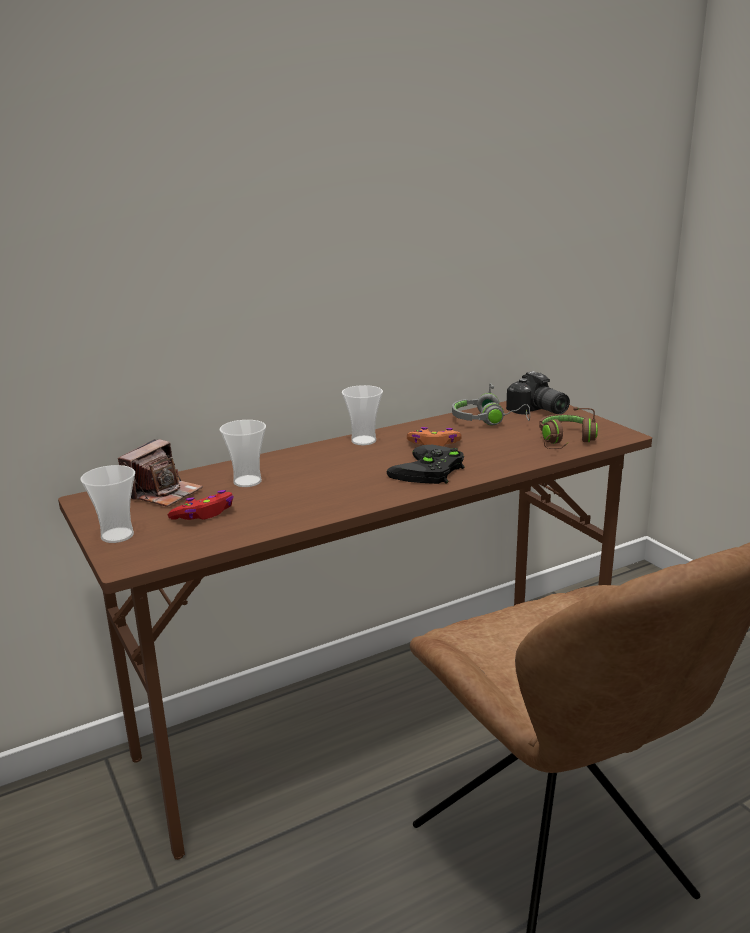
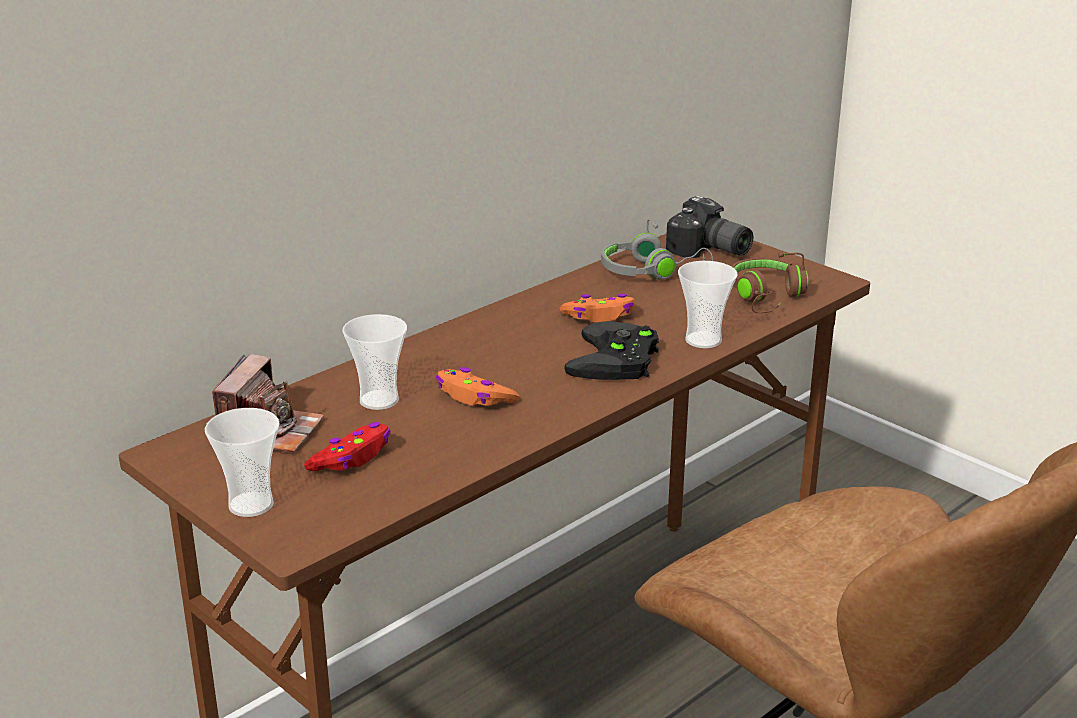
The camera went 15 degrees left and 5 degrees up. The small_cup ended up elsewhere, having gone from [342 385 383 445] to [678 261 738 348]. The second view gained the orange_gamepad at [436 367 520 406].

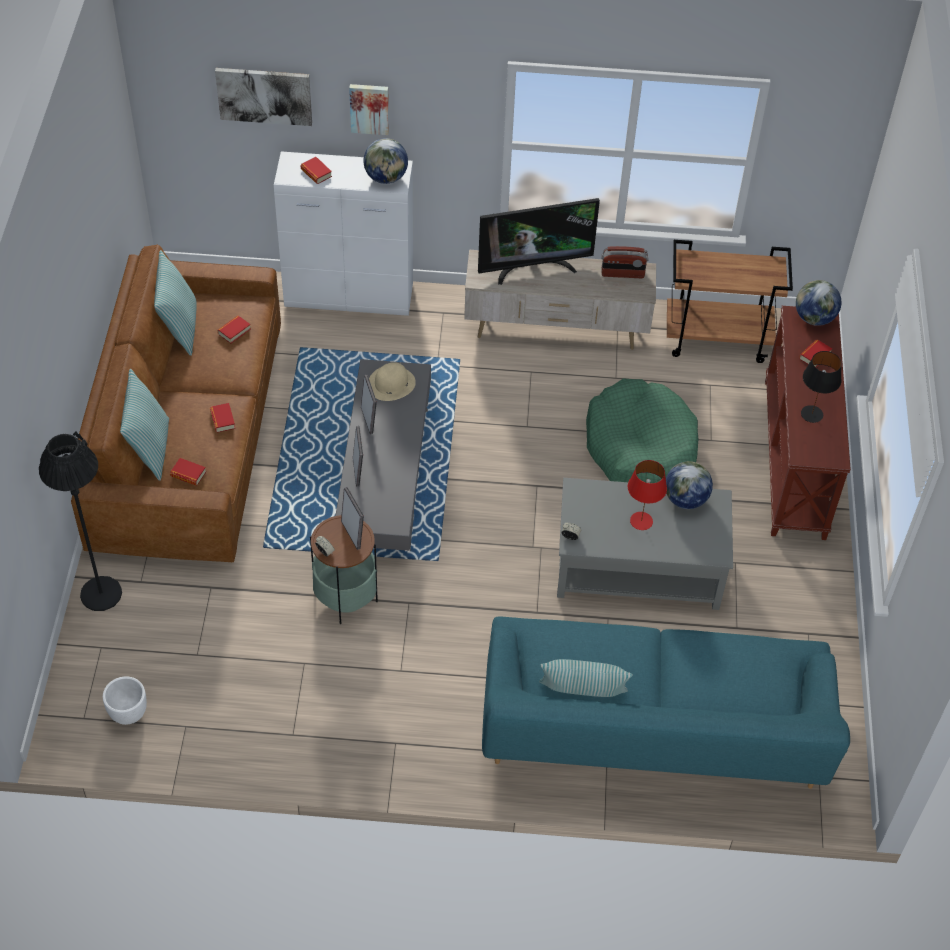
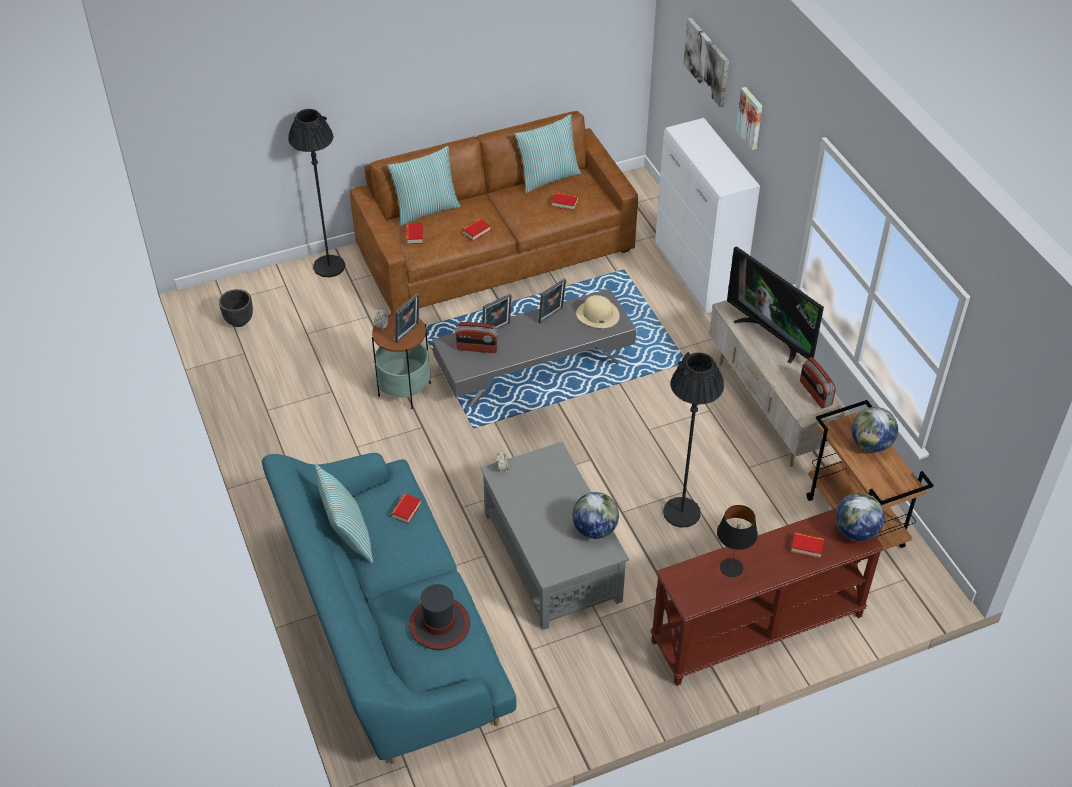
The camera went 65 degrees right and 5 degrees down. What was the white_flower_pot at [103 676 147 725] turned into the black_flower_pot at [219 289 253 327]. The bound_book ended up elsewhere, having gone from [300 157 332 184] to [391 494 421 524]. The desk_globe ended up elsewhere, having gone from [363 138 408 184] to [852 407 898 452]. Where the green-coloured_dog_bed stood at [586 378 698 483], the black_floor_lamp came to stand at [663 352 724 527]. The second view lost the reddish_table_lamp at [628 460 667 530]. The second view gained the clothing_hat at [408 584 470 650]. The second view gained the radio_receiver at [455 322 499 353].

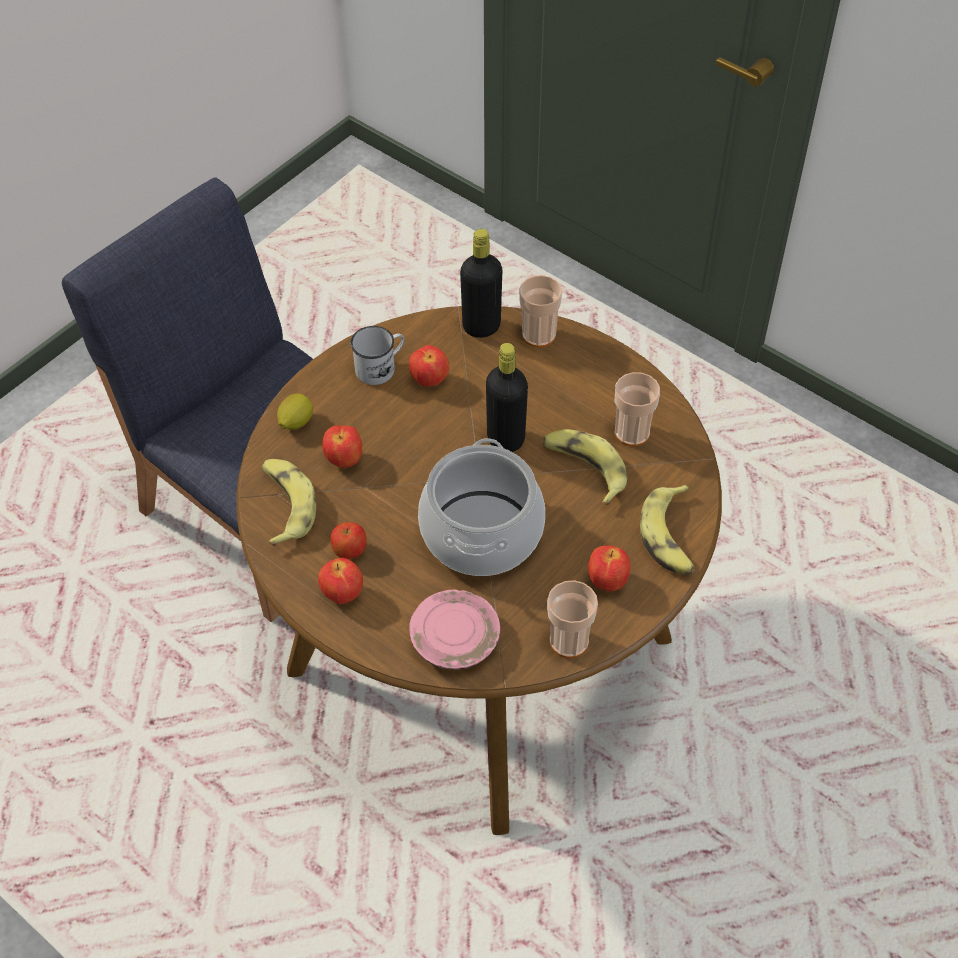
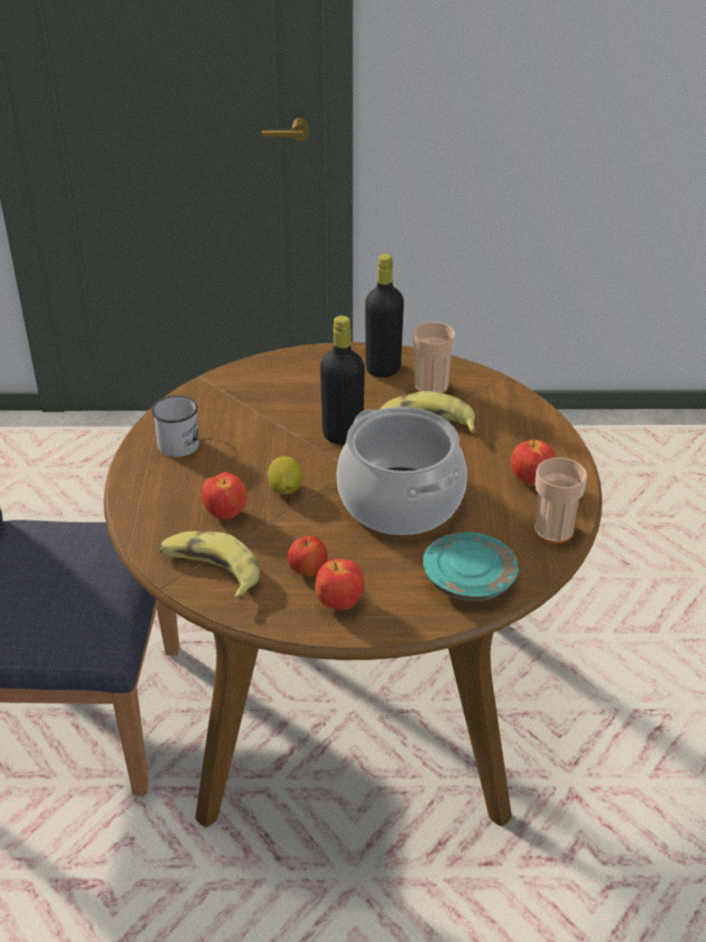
The camera went 40 degrees left and 15 degrees down. The lemon ended up elsewhere, having gone from [277 393 313 430] to [267 456 302 494]. The second view lost the apple_fruit at [409 345 449 387]. What was the pink-coloured_plate at [409 590 500 670] turned into the turquoise_plate at [423 532 519 601]. The black_bottle ended up elsewhere, having gone from [460 229 502 338] to [365 254 404 378]. The second view lost the small_cup at [519 275 562 347]. The second view lost the whole_banana at [640 485 695 575].

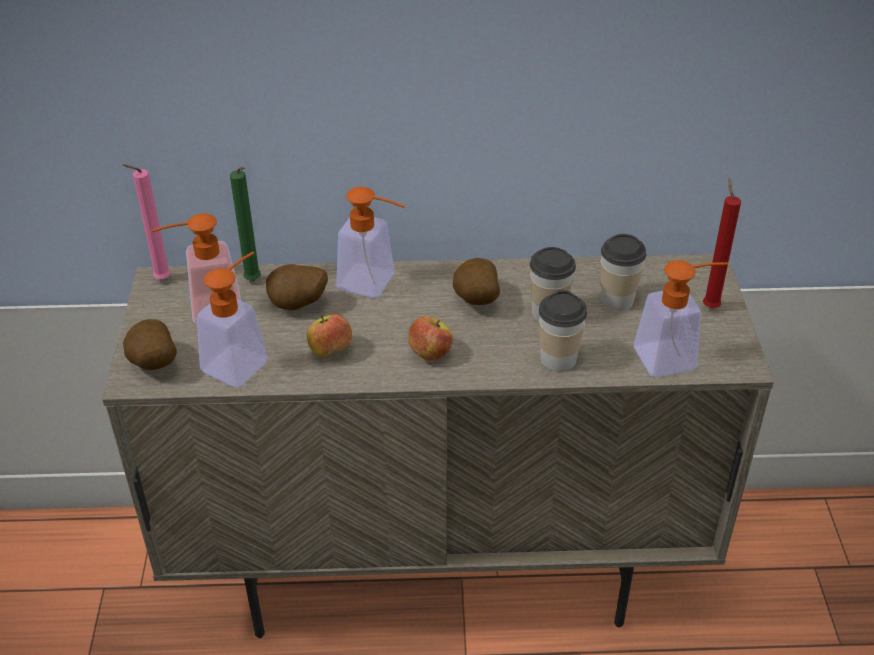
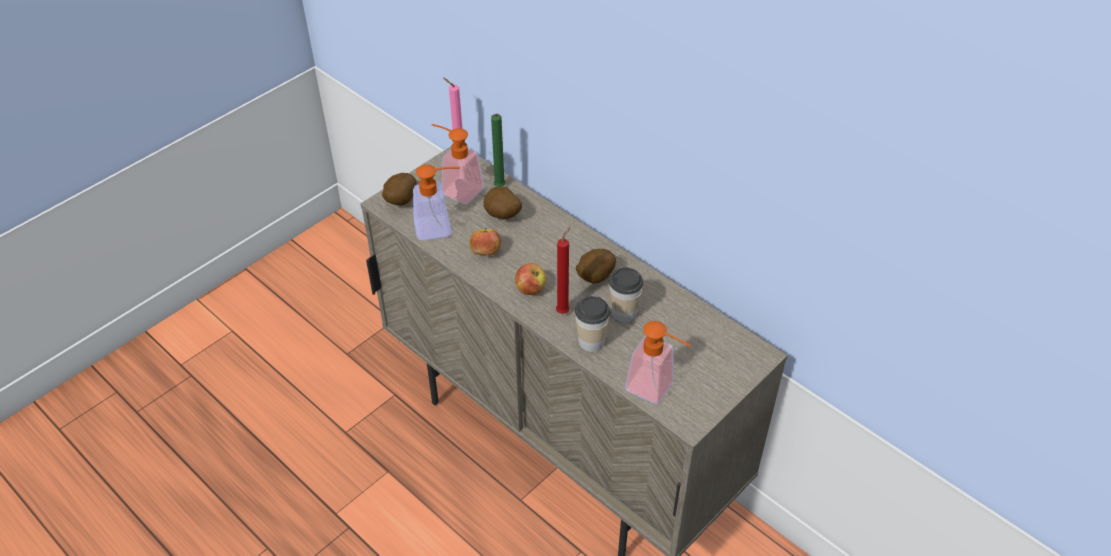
The camera went 45 degrees right and 5 degrees up. The second view lost the liquid_soap_bottle at [336 187 405 298]. The second view lost the small_cup at [601 234 646 311]. The reddish_candle ended up elsewhere, having gone from [703 178 741 308] to [556 227 570 314].

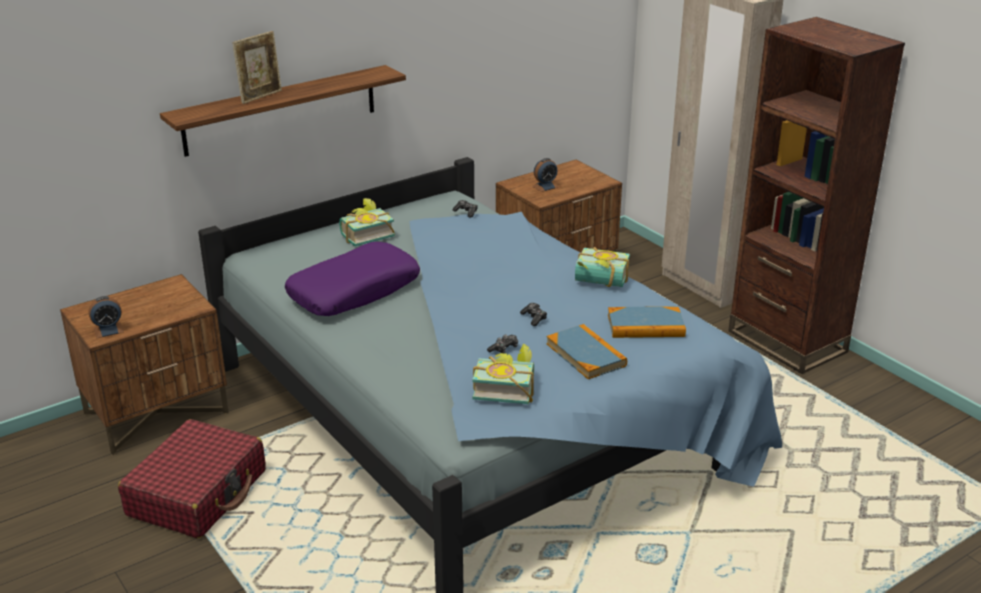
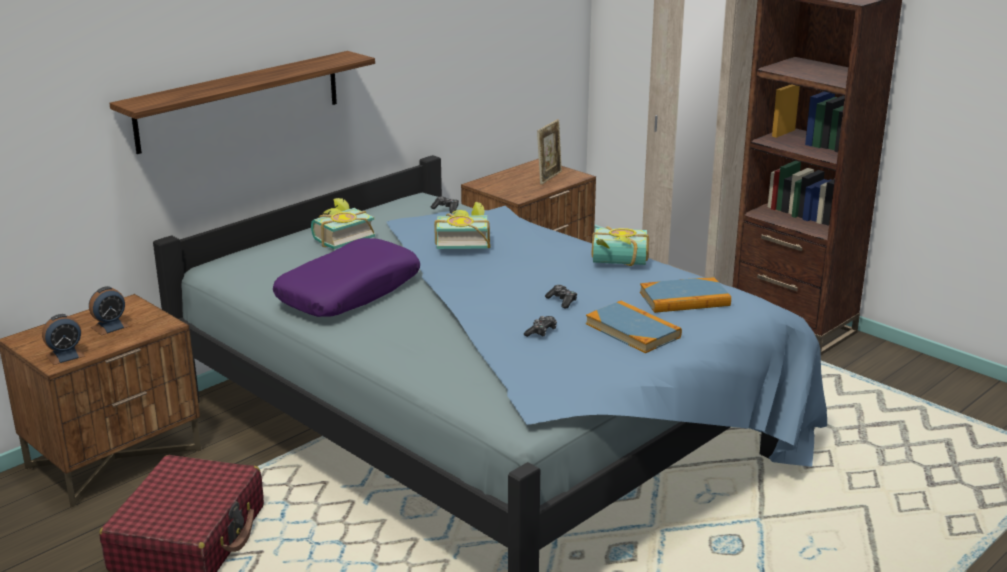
The camera went 10 degrees left and 5 degrees down. The standing_frame ended up elsewhere, having gone from [232 31 282 104] to [537 119 562 185]. The bound_book ended up elsewhere, having gone from [472 344 534 404] to [434 202 491 249]. The table_clock ended up elsewhere, having gone from [532 158 558 192] to [89 286 130 336].

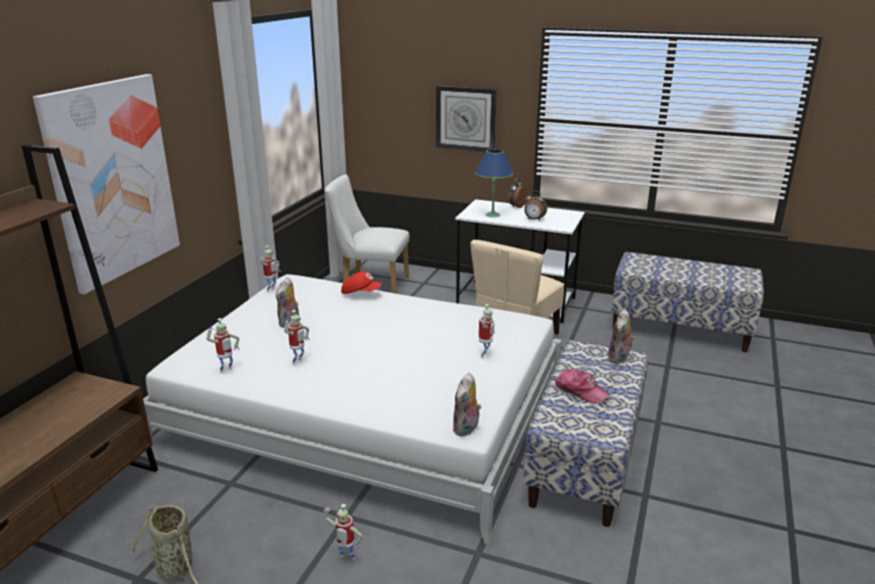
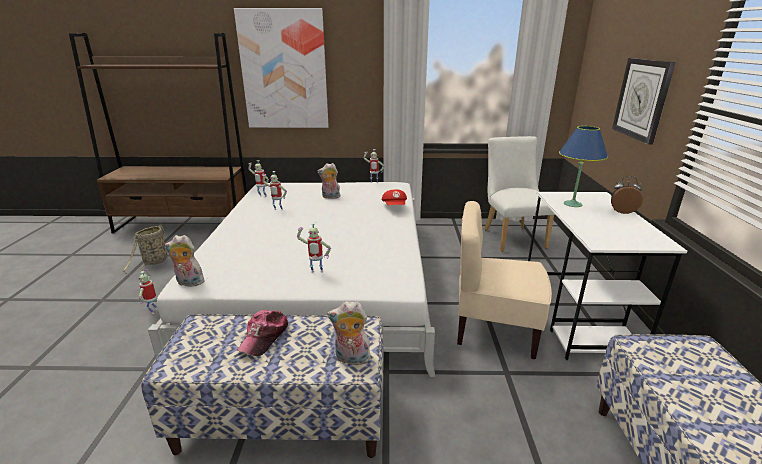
The camera went 70 degrees right and 0 degrees up. The second view lost the table_clock at [524 191 547 221].

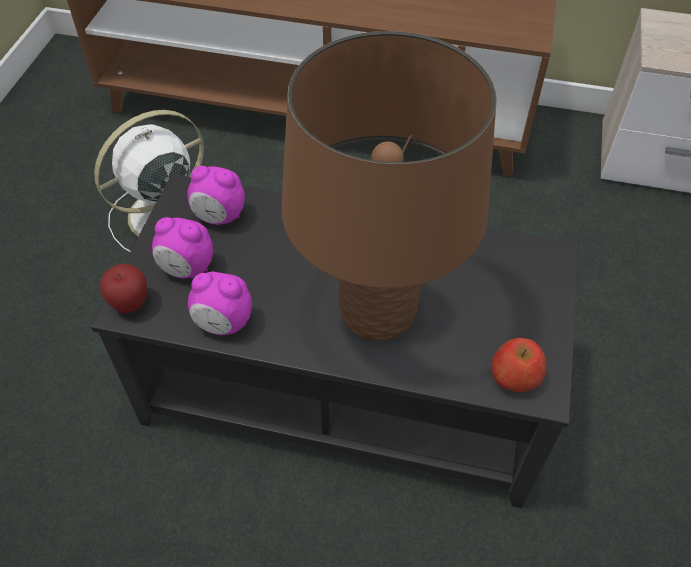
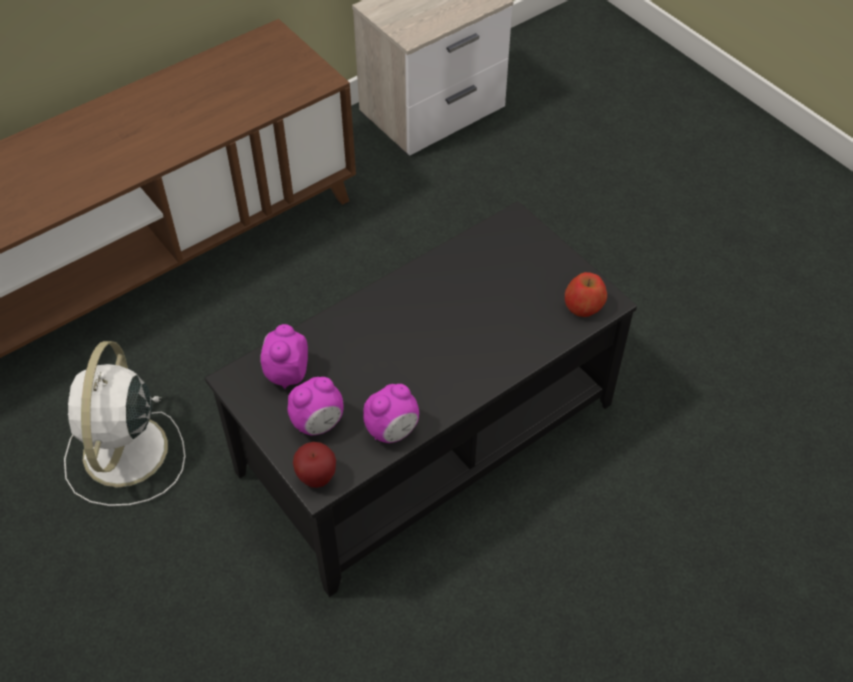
The camera went 50 degrees left and 0 degrees up. The table_clock at [187 166 245 225] ended up facing another way, 135 degrees clockwise from before. The second view lost the brownish_table_lamp at [281 31 497 341].

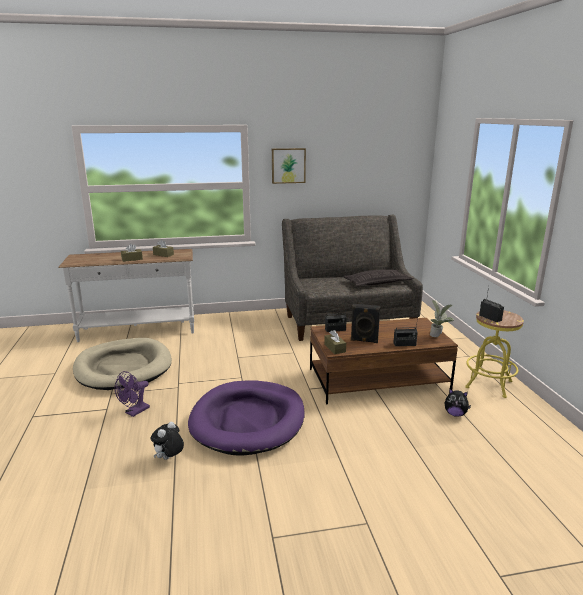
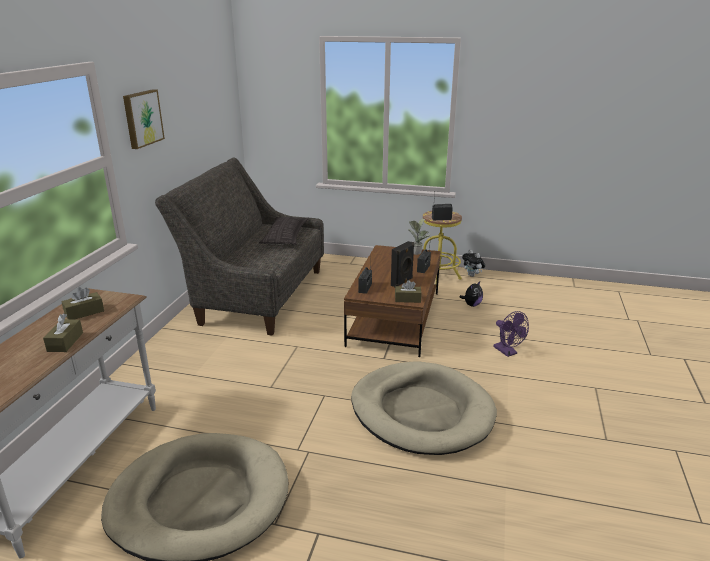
The camera went 65 degrees left and 5 degrees up. The purplish_electric_fan ended up elsewhere, having gone from [115 371 150 417] to [494 311 529 357]. The cuddly_toy ended up elsewhere, having gone from [150 422 184 460] to [462 250 485 277]. What was the purplish_dog_bed at [188 381 305 455] turned into the beige-coloured_dog_bed at [351 361 497 455].

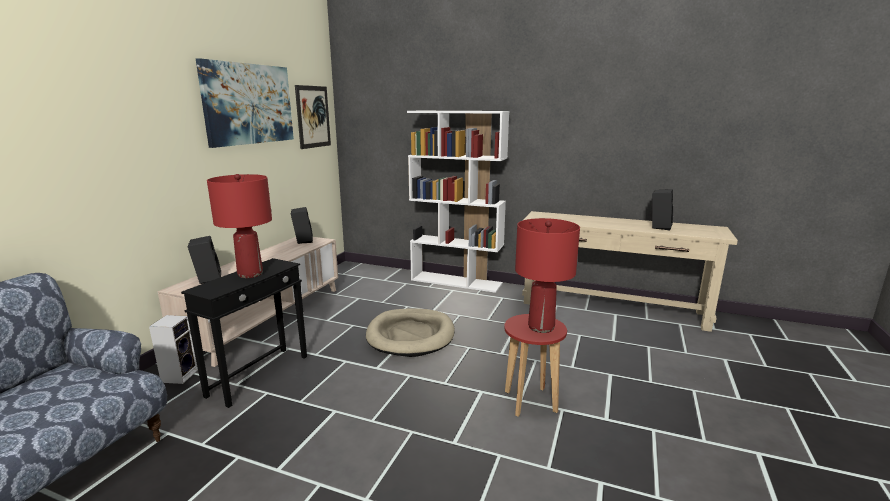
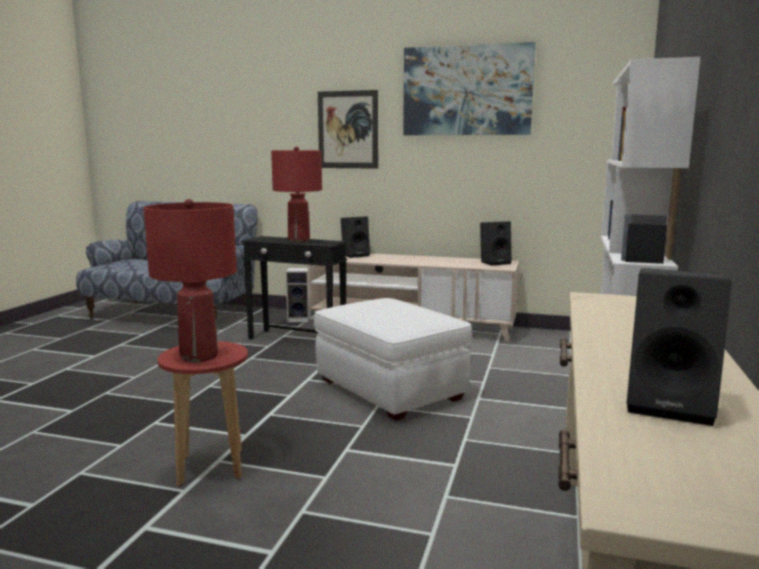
The camera went 85 degrees right and 5 degrees down. The picture ended up elsewhere, having gone from [295 85 331 149] to [318 90 378 169]. Where the beige-coloured_dog_bed stood at [366 308 455 357], the white_pouffe came to stand at [314 298 472 421].

